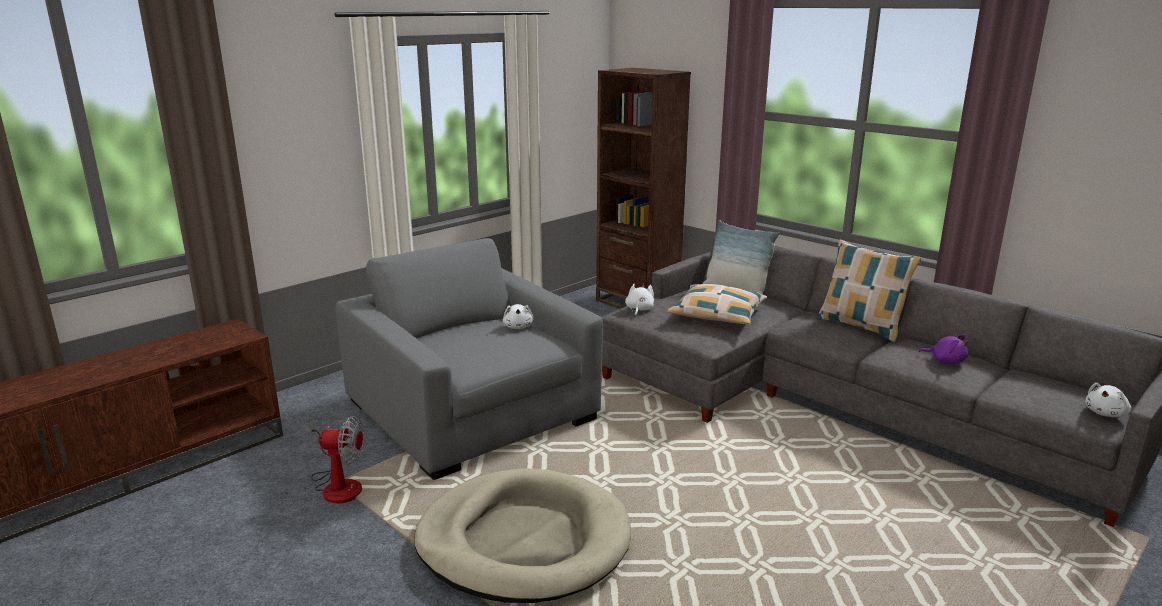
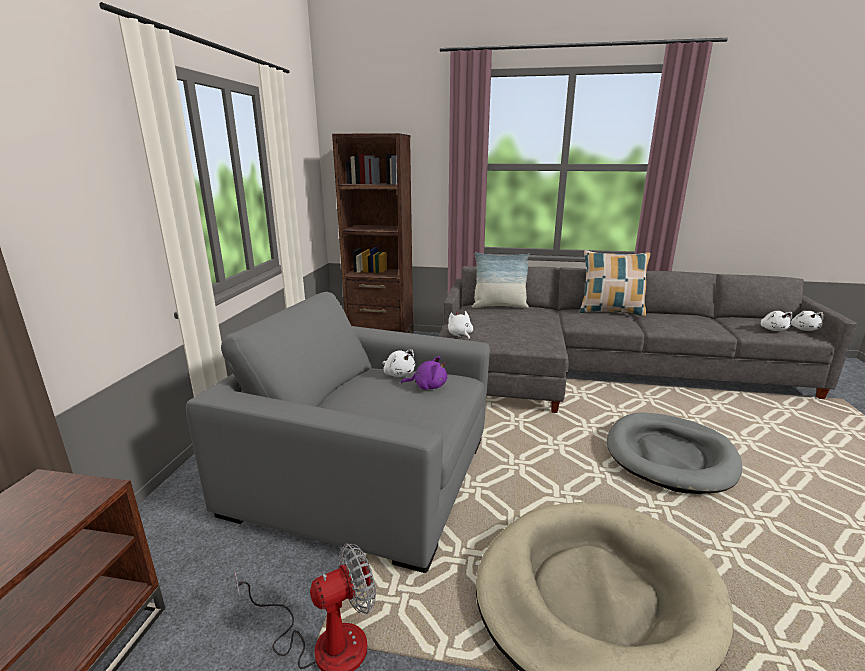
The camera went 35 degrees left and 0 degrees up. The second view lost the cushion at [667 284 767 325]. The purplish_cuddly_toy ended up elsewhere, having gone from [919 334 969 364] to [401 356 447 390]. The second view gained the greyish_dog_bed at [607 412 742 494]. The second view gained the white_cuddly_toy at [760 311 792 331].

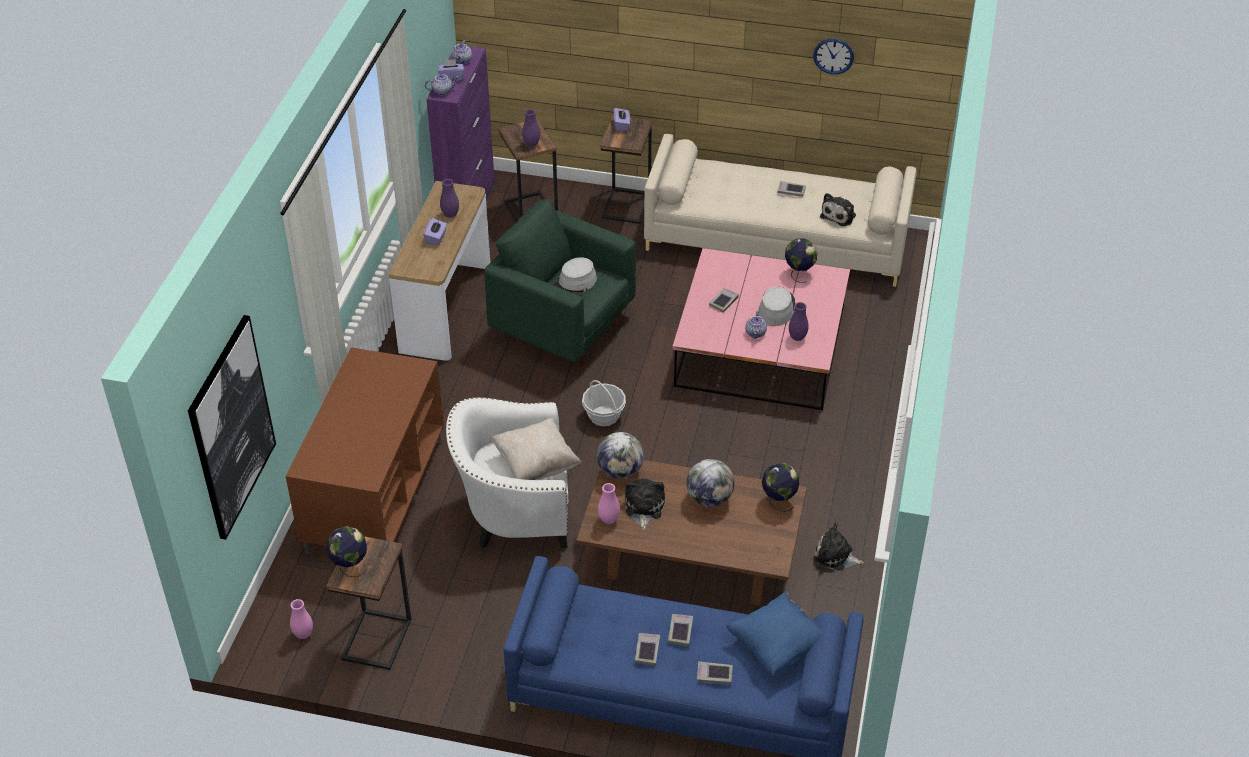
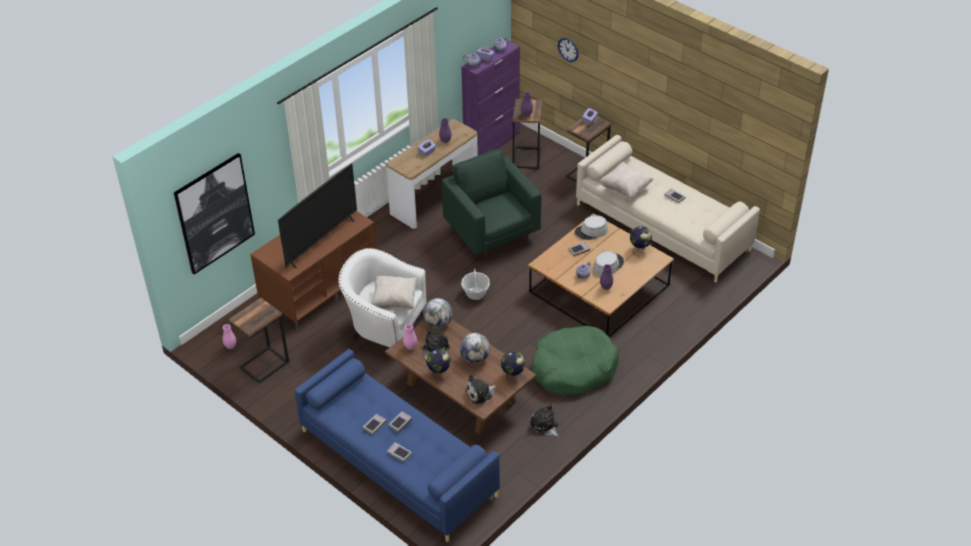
The camera went 30 degrees right and 0 degrees up. The desk_globe ended up elsewhere, having gone from [326 526 367 577] to [426 349 451 381]. The greyish_clothing_hat ended up elsewhere, having gone from [553 257 597 296] to [575 215 608 240]. What was the pink-coloured_low_table at [673 248 850 410] turned into the brownish_low_table at [528 213 674 337]. The second view lost the blue_cushion at [726 591 822 676]. The hanging_clock ended up elsewhere, having gone from [813 39 854 74] to [558 38 578 62]. The cuddly_toy ended up elsewhere, having gone from [820 193 856 226] to [465 375 497 404]. The second view gained the TV at [278 163 357 269]. The second view gained the green-coloured_dog_bed at [531 326 619 395]. The second view gained the beige-coloured_cushion at [598 162 654 199].

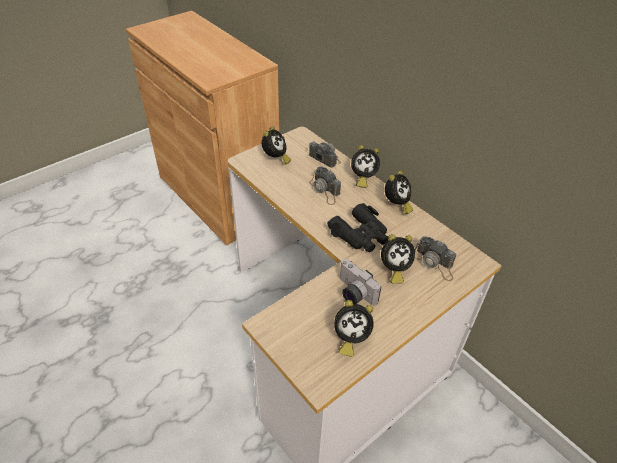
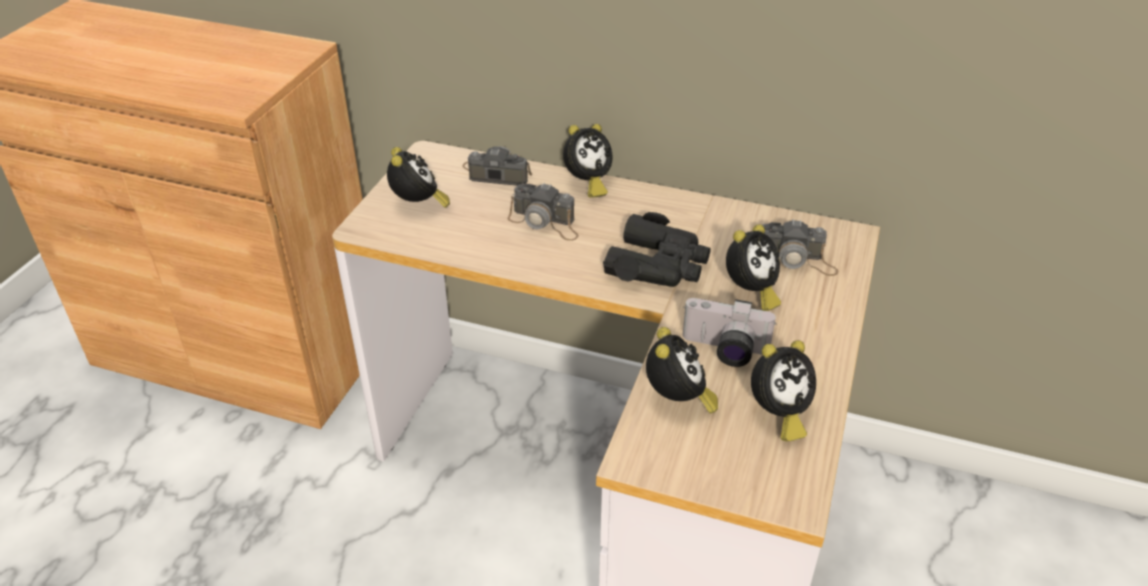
The camera went 30 degrees left and 5 degrees down. The table_clock ended up elsewhere, having gone from [385 171 413 214] to [646 327 718 414].

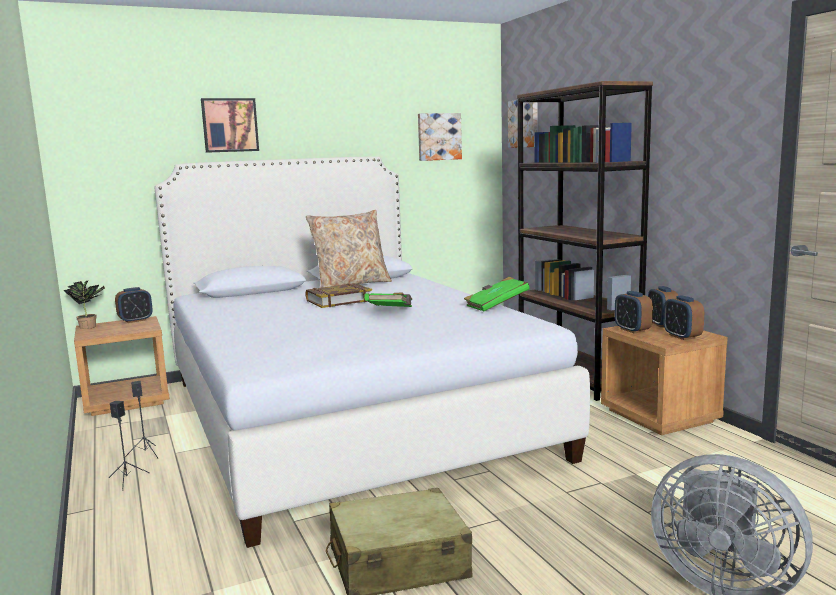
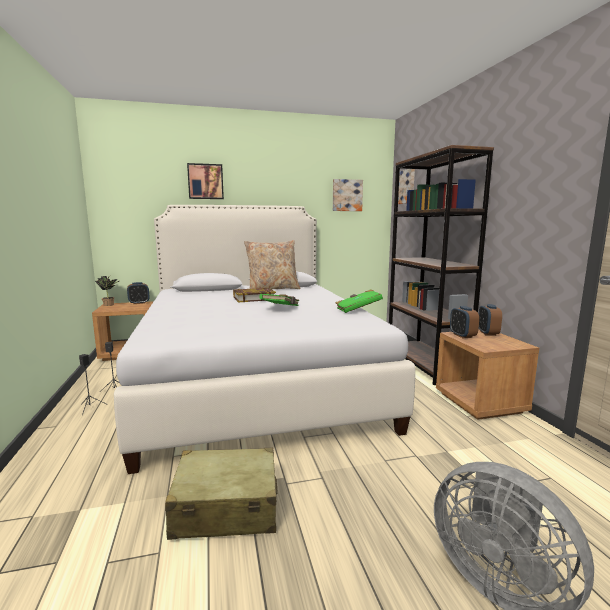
The camera went 10 degrees right and 0 degrees up. The second view lost the table_clock at [663 295 704 340].

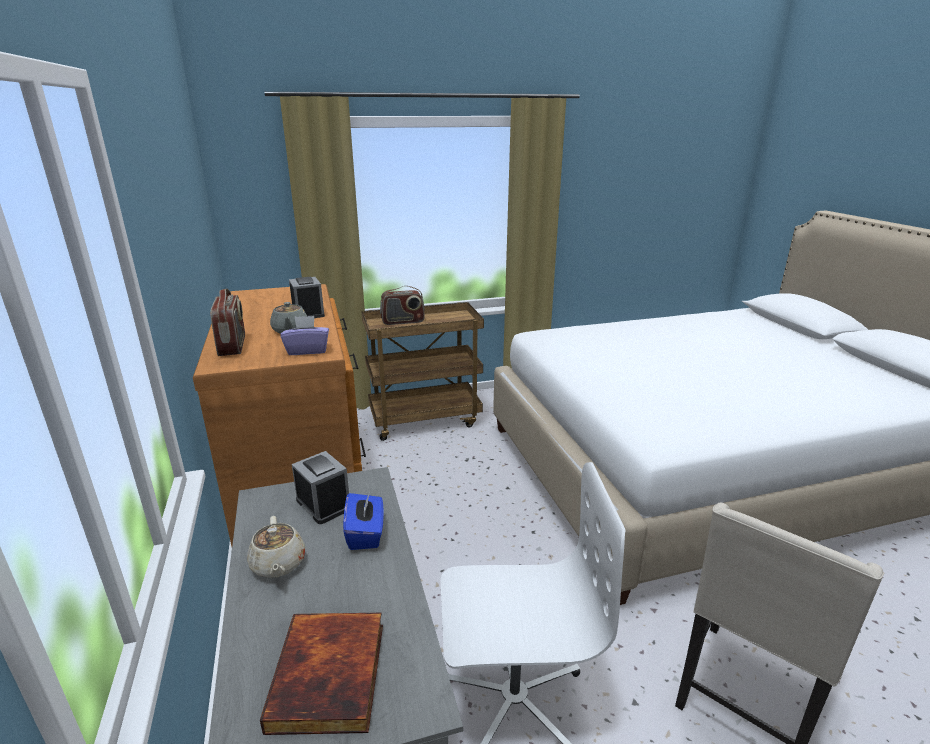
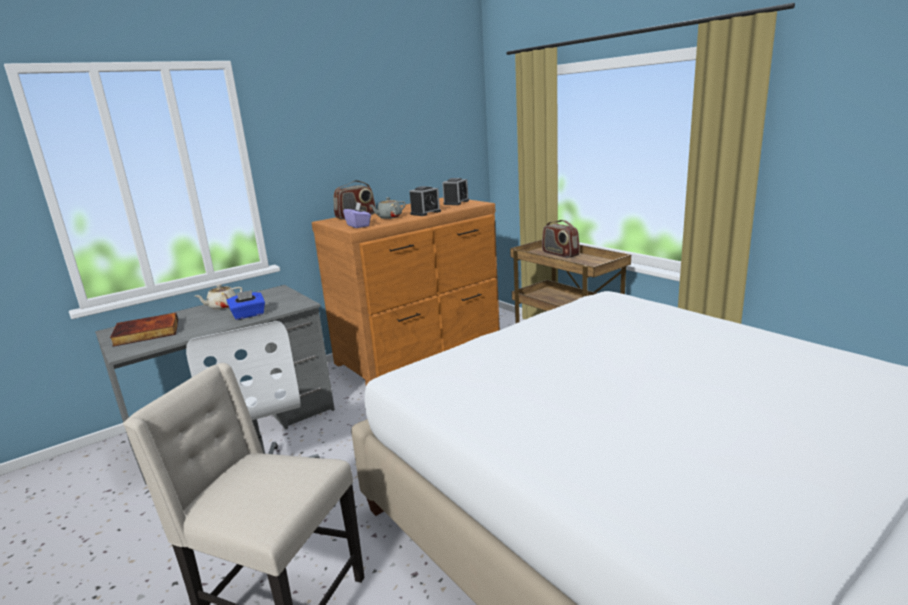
The camera went 70 degrees right and 5 degrees down. The table_clock ended up elsewhere, having gone from [292 451 349 524] to [442 178 469 205].

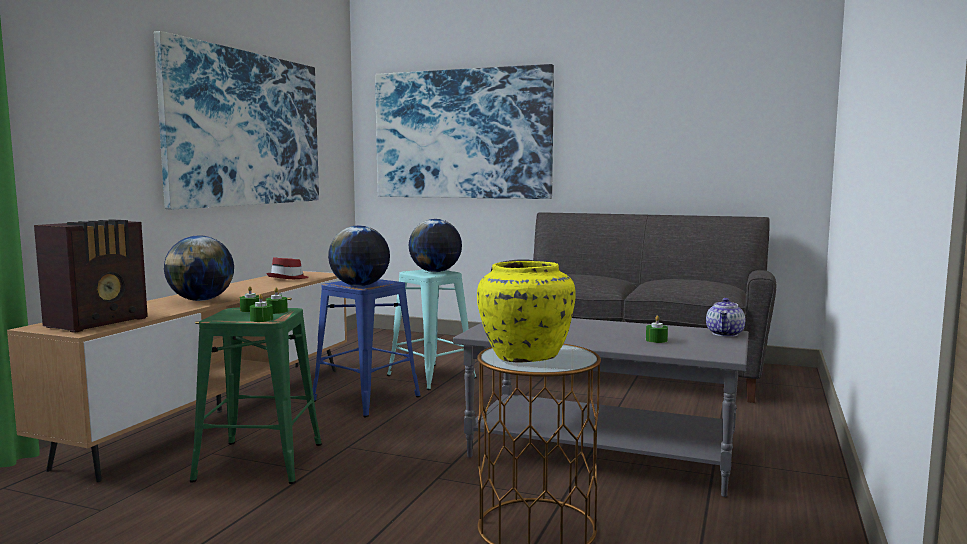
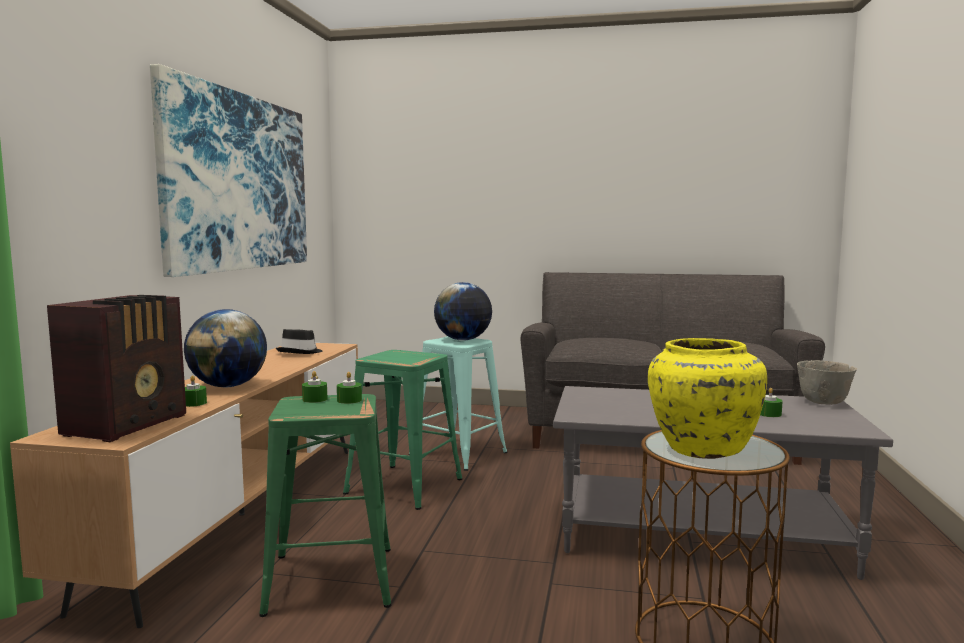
The camera went 10 degrees left and 0 degrees up. The green-coloured_candle ended up elsewhere, having gone from [250 294 273 322] to [185 376 207 407]. What was the reddish_clothing_hat at [266 257 309 279] turned into the black_clothing_hat at [276 329 323 354]. What was the blue_stool_seat at [313 279 421 417] turned into the green-coloured_stool_seat at [343 350 463 510]. The second view lost the desk_globe at [328 225 390 286]. The second view lost the picture at [375 64 554 199]. Where the teapot stood at [706 298 745 337], the greyish_deep_dish came to stand at [797 360 857 405].

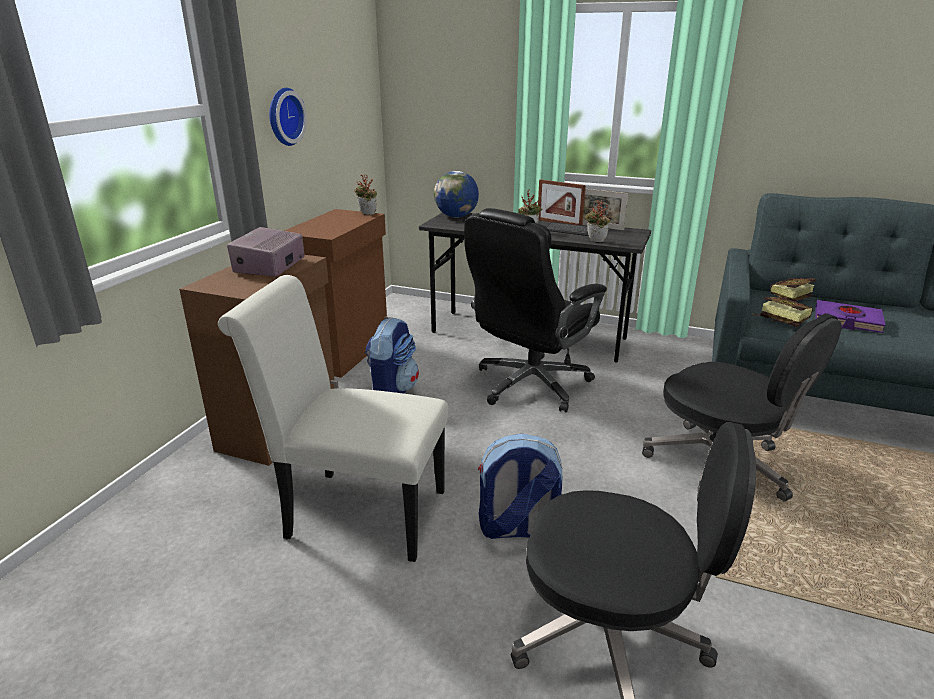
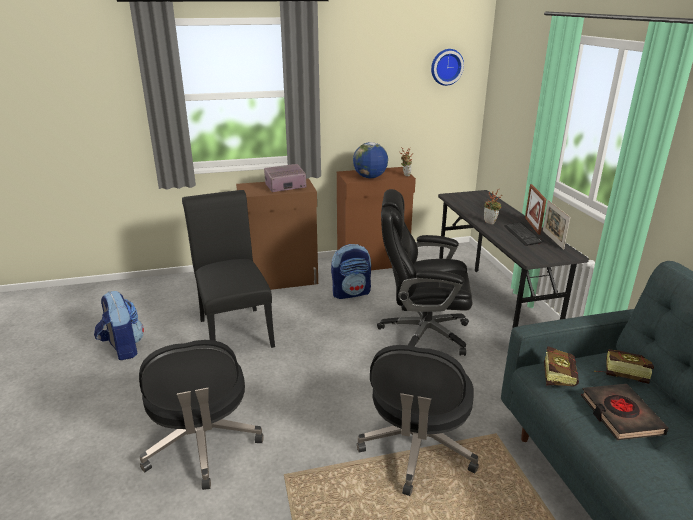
The camera went 55 degrees right and 0 degrees up. What was the white_chair at [218 275 448 562] turned into the black_chair at [182 190 275 348]. The hanging_clock ended up elsewhere, having gone from [269 88 307 146] to [431 49 464 86]. The desk_globe ended up elsewhere, having gone from [434 171 479 218] to [353 142 388 178]. The knapsack ended up elsewhere, having gone from [478 434 563 539] to [94 291 144 360]. The second view lost the houseplant at [585 200 610 242]. What was the purplish_bound_book at [815 300 885 333] turned into the black_bound_book at [581 384 668 440].

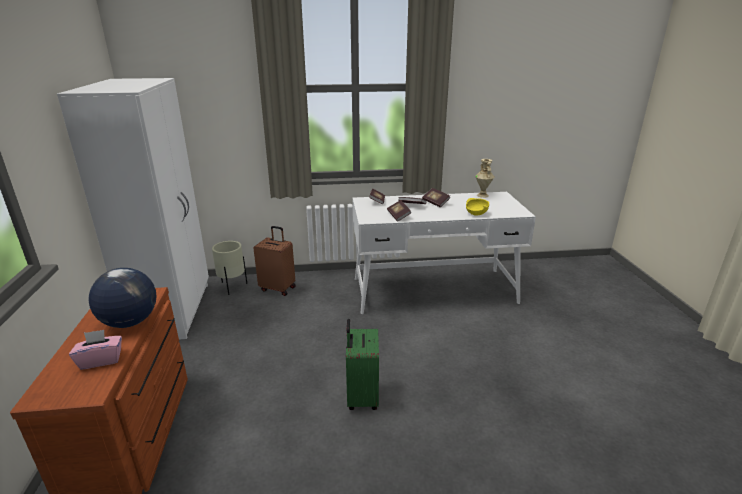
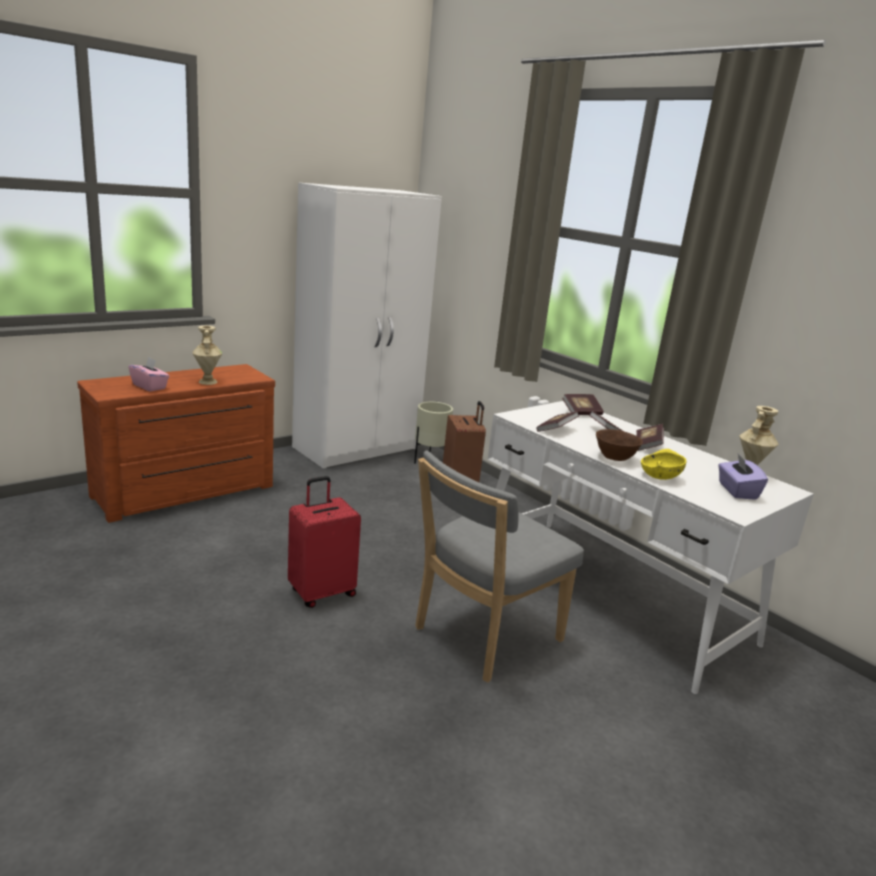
The camera went 55 degrees right and 5 degrees down. Where the desk_globe stood at [88 268 156 328], the beige-coloured_flower_vase came to stand at [192 326 222 385]. What was the green-coloured_piece_of_luggage at [346 319 379 410] turned into the reddish_piece_of_luggage at [288 476 361 608]. The second view gained the greyish_chair at [415 451 584 683]. The second view gained the brownish_deep_dish at [596 429 643 461]. The second view gained the purplish_box_of_tissues at [718 454 768 500].

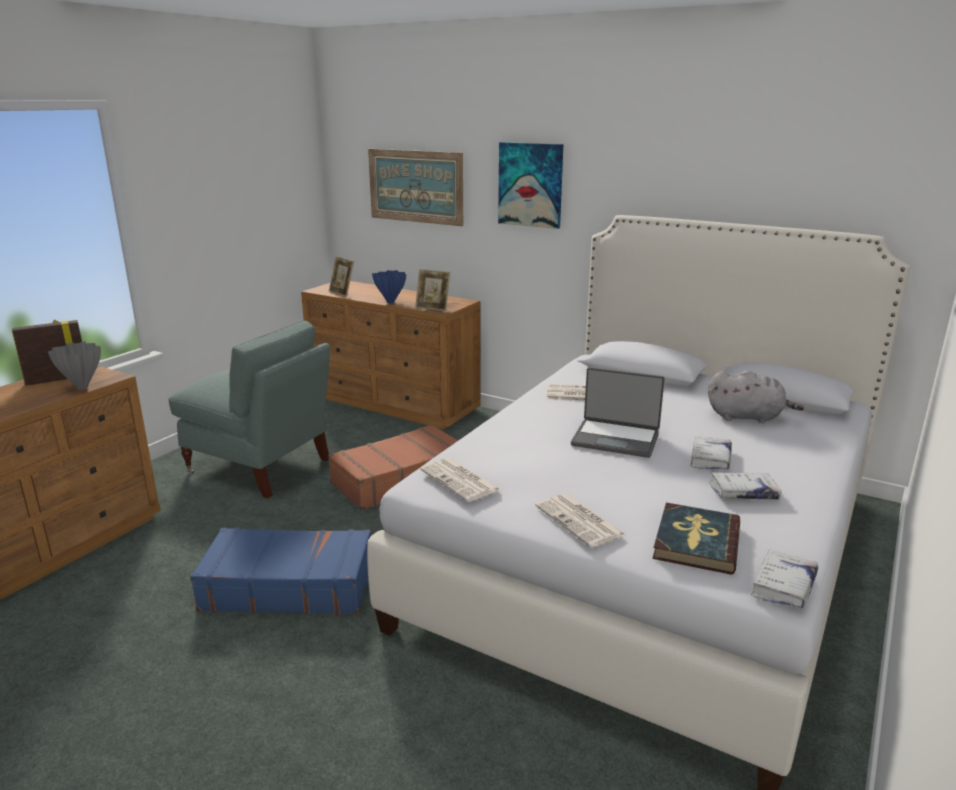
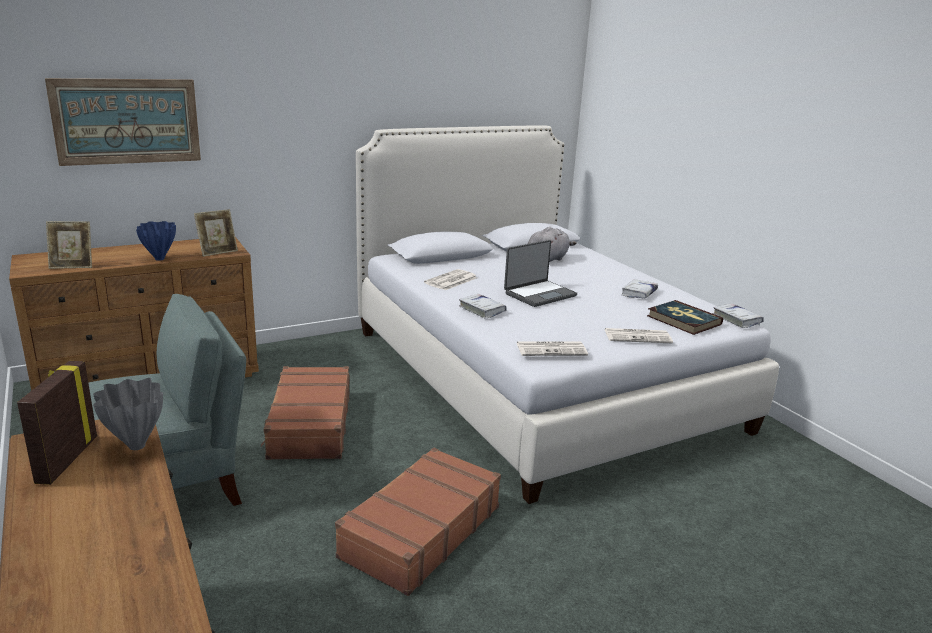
The camera went 60 degrees left and 0 degrees up. What was the blue_piece_of_luggage at [190 527 371 615] turned into the brownish_piece_of_luggage at [335 448 501 596]. The second view lost the picture at [498 142 563 229]. The white_bound_book ended up elsewhere, having gone from [691 436 732 469] to [459 294 507 319].

